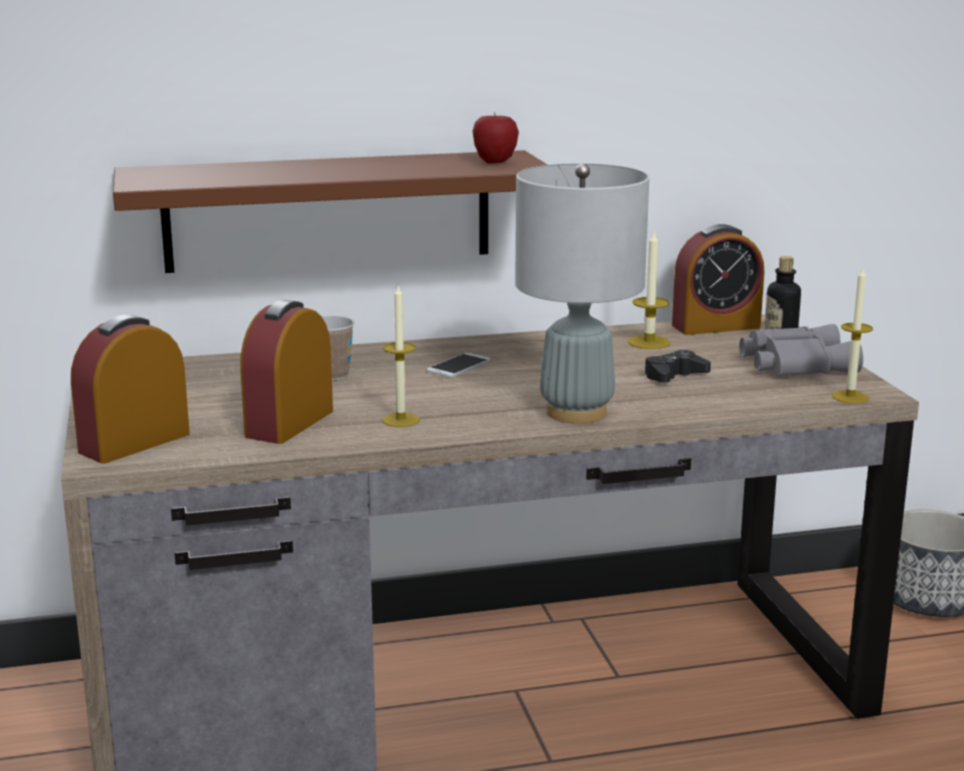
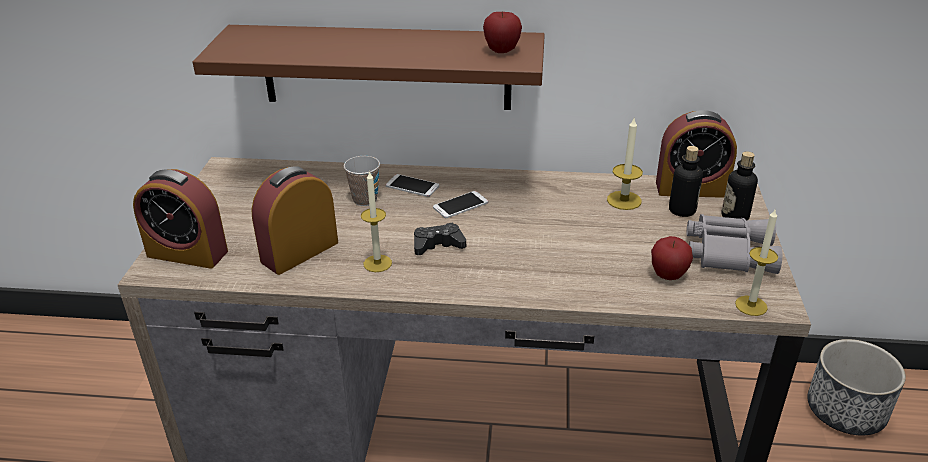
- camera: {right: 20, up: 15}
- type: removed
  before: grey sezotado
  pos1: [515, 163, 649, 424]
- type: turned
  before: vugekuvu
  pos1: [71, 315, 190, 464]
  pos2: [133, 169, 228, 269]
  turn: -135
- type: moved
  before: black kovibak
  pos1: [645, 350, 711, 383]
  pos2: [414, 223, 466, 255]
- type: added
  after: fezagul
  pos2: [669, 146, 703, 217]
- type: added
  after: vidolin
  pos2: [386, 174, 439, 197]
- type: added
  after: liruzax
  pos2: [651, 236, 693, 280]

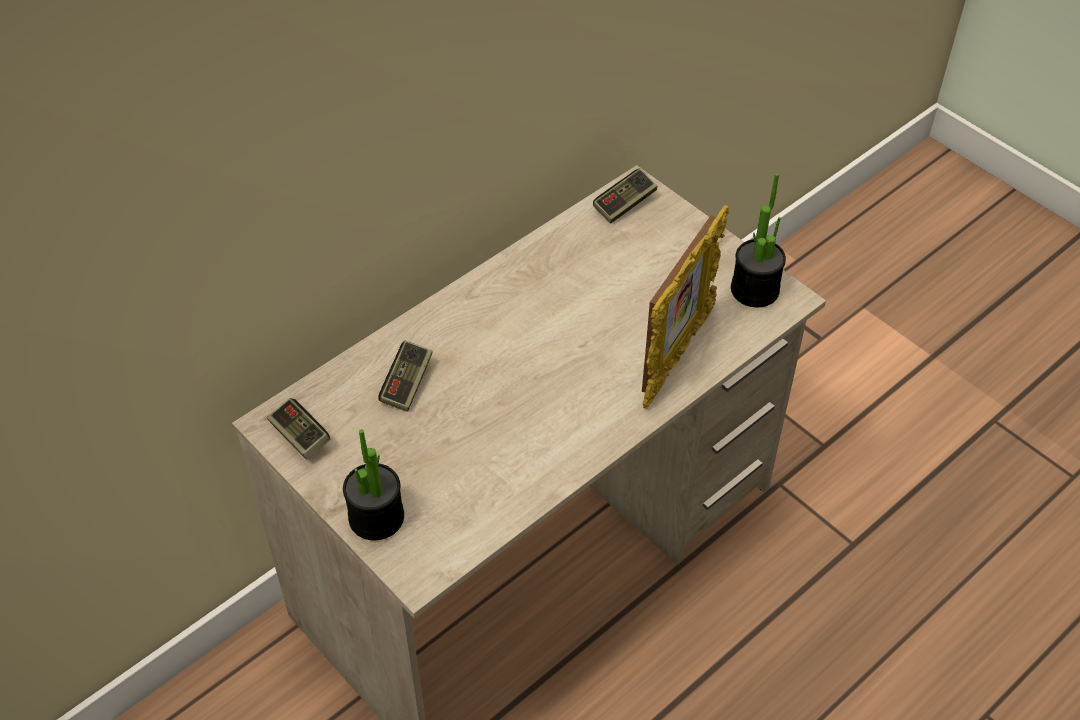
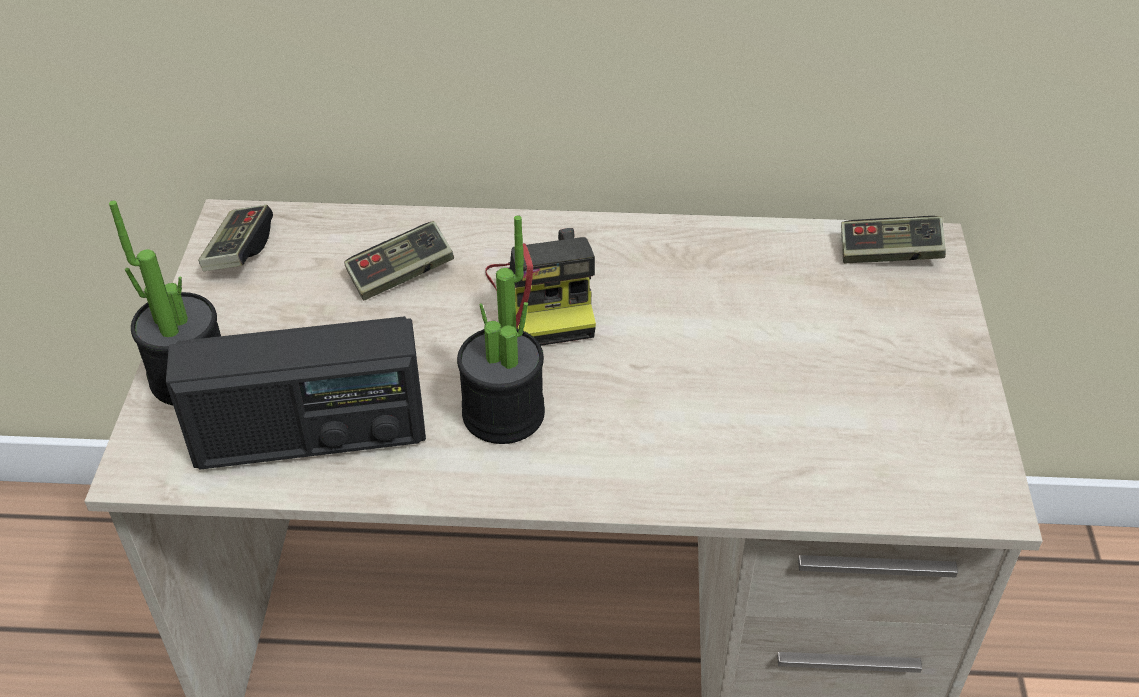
- camera: {right: 45, up: -5}
- type: moved
  before: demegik
  pos1: [731, 173, 786, 307]
  pos2: [457, 215, 545, 444]
- type: removed
  before: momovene
  pos1: [642, 205, 729, 409]
- type: added
  after: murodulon
  pos2: [485, 228, 596, 346]
- type: added
  after: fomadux
  pos2: [166, 316, 426, 470]

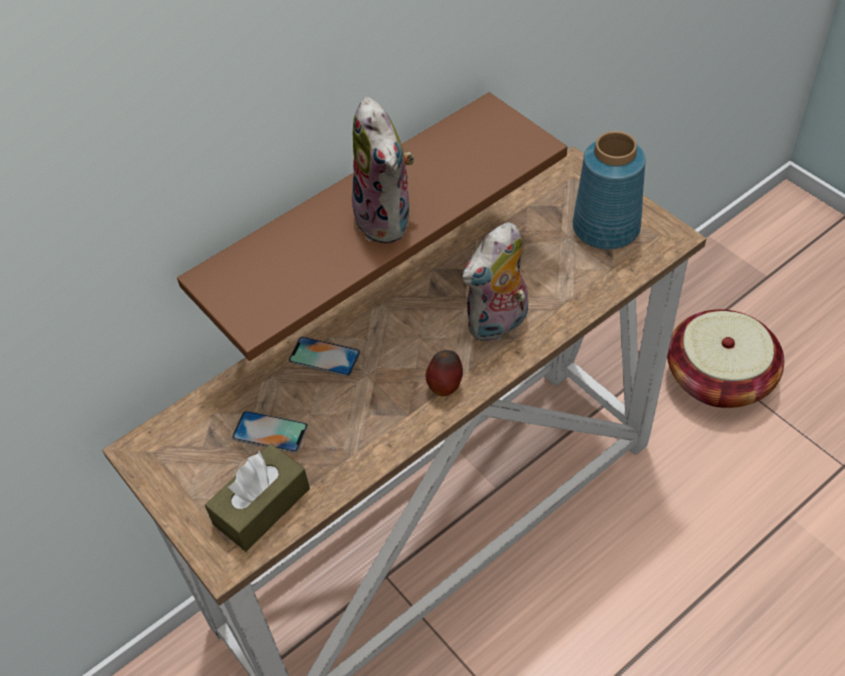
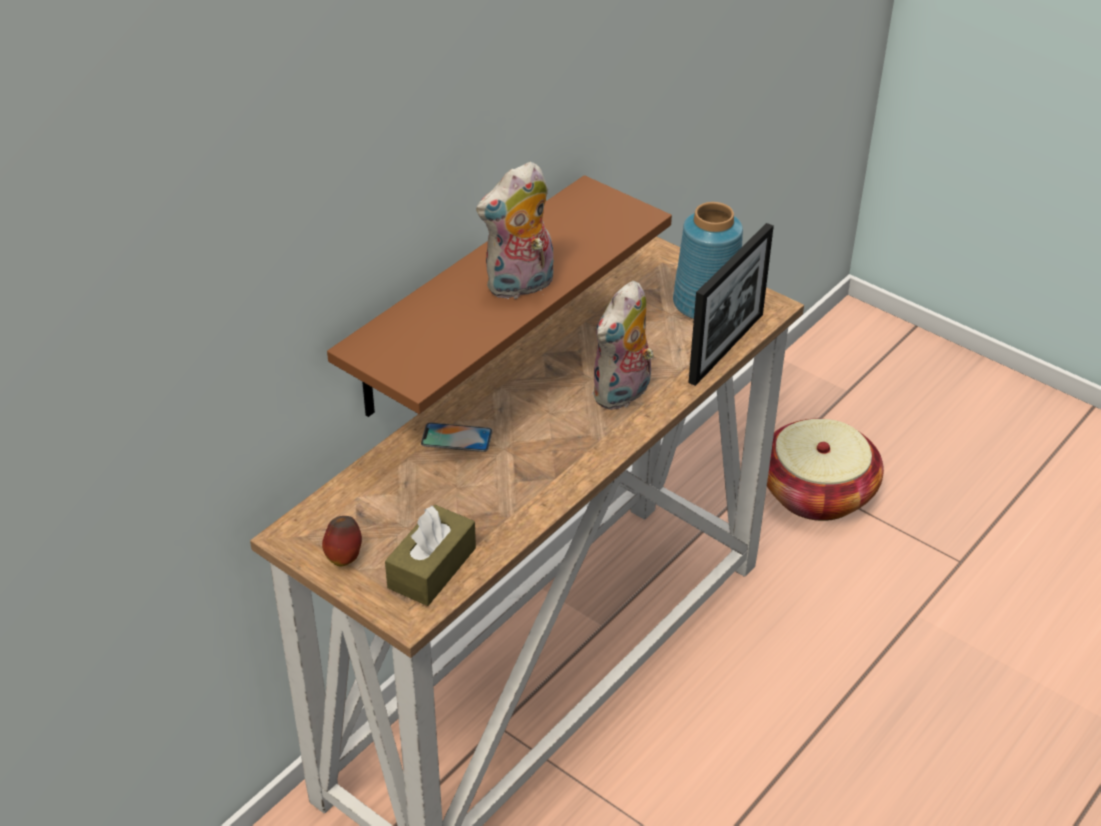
- camera: {right: -15, up: -10}
- type: turned
  before: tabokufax
  pos1: [352, 97, 414, 244]
  pos2: [476, 161, 553, 299]
  turn: 90
- type: moved
  before: liruzax
  pos1: [426, 350, 463, 396]
  pos2: [322, 516, 362, 566]
- type: removed
  before: vidolin
  pos1: [232, 411, 308, 453]
- type: added
  after: momovene
  pos2: [688, 223, 774, 386]

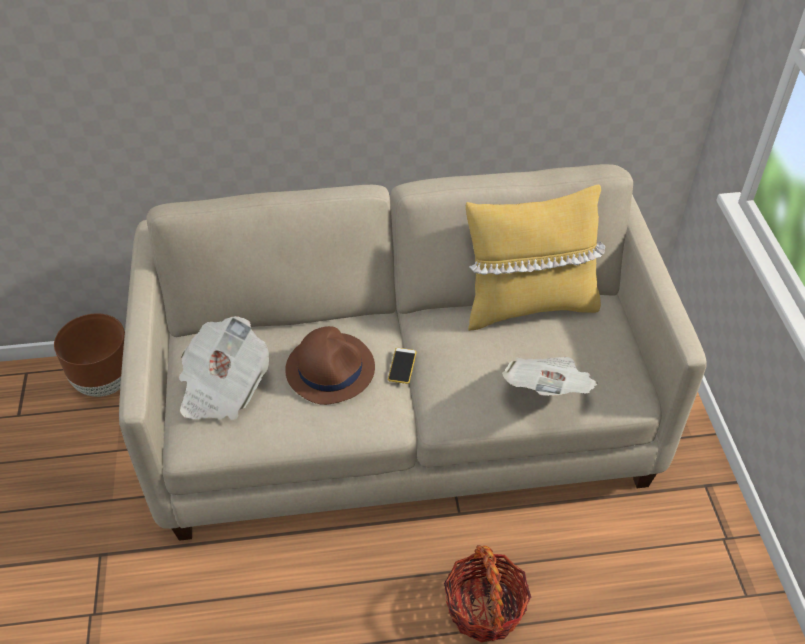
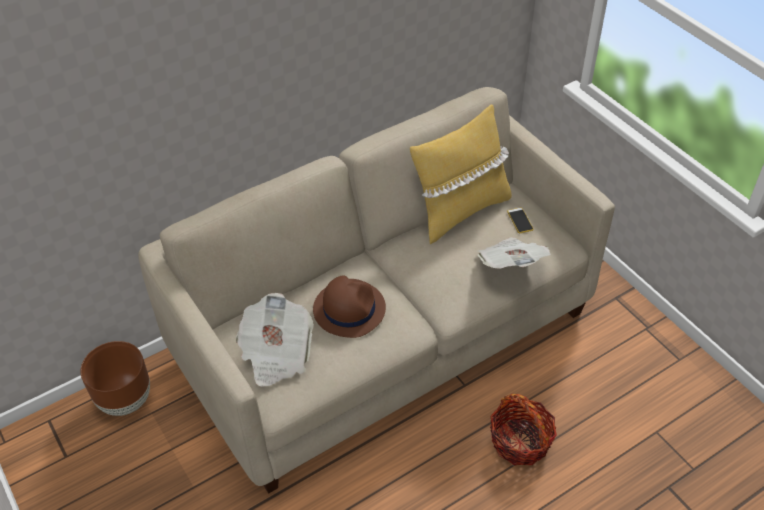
- camera: {right: -25, up: 0}
- type: moved
  before: vidolin
  pos1: [388, 348, 417, 384]
  pos2: [507, 208, 534, 233]

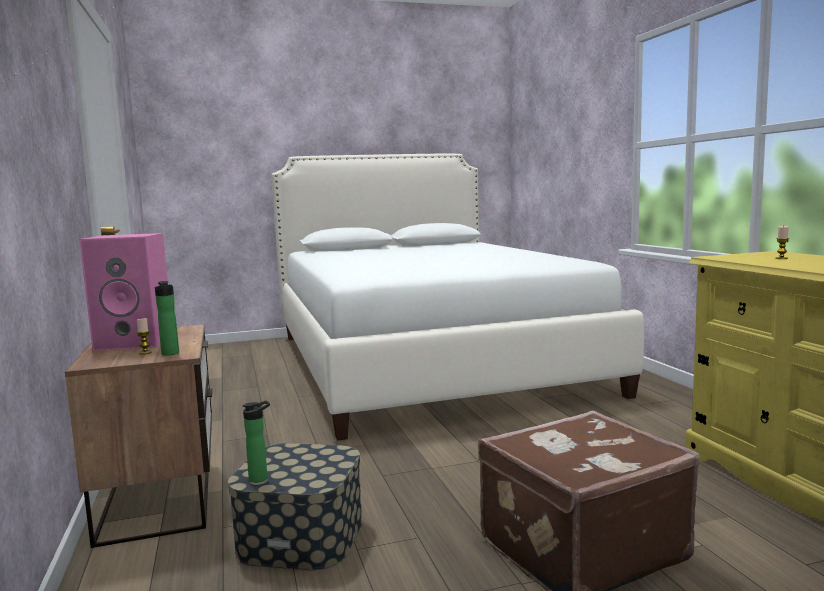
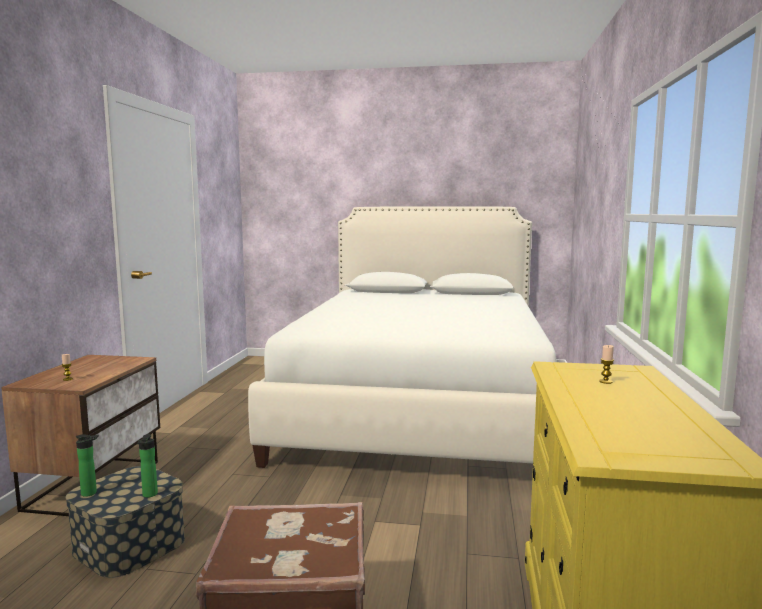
- camera: {right: 25, up: 0}
- type: removed
  before: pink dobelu
  pos1: [79, 233, 168, 351]
- type: moved
  before: fezagul
  pos1: [155, 281, 179, 356]
  pos2: [137, 434, 158, 498]

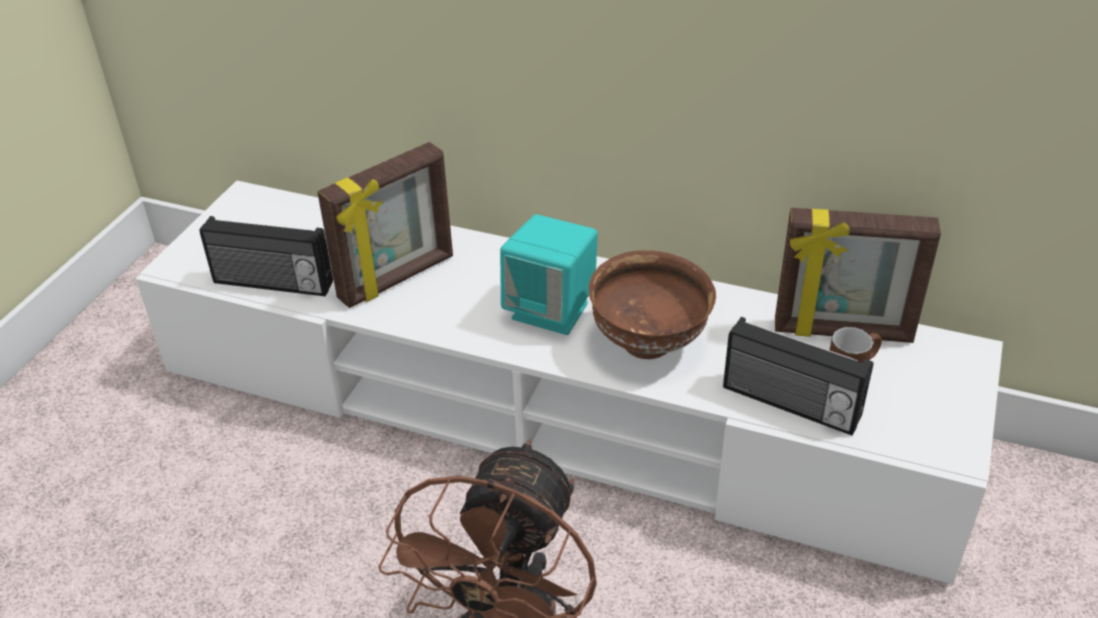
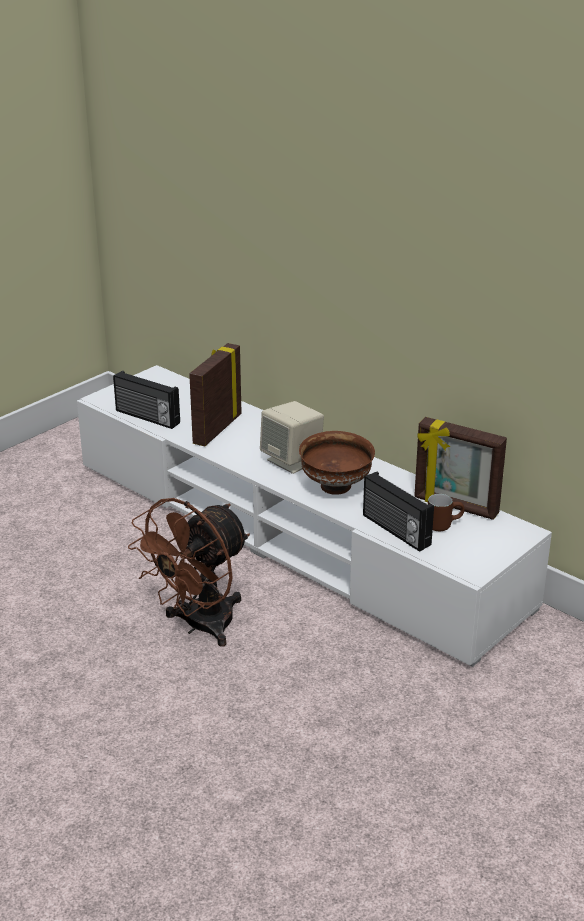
- camera: {right: 20, up: -10}
- type: turned
  before: momovene
  pos1: [317, 142, 453, 308]
  pos2: [189, 343, 242, 447]
  turn: 135
- type: recoloured
  before: turquoise dobelu
  after: beige dobelu
  pos1: [500, 214, 598, 335]
  pos2: [260, 401, 324, 474]

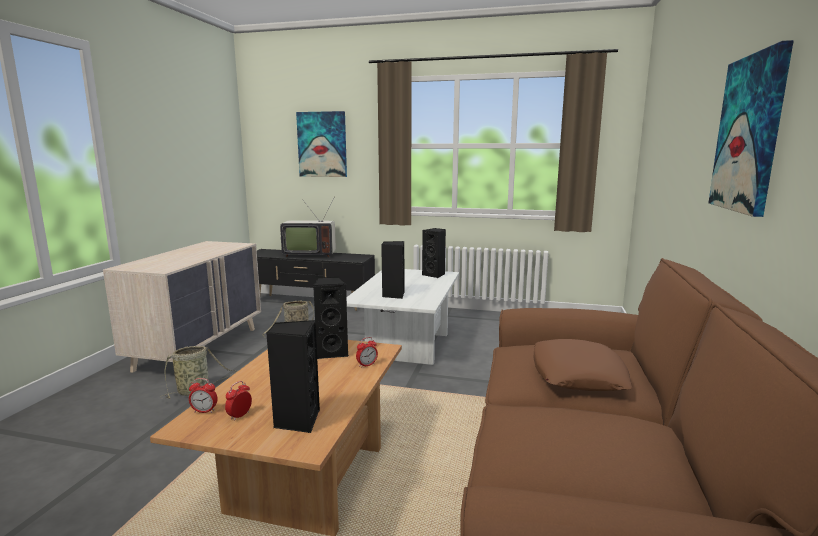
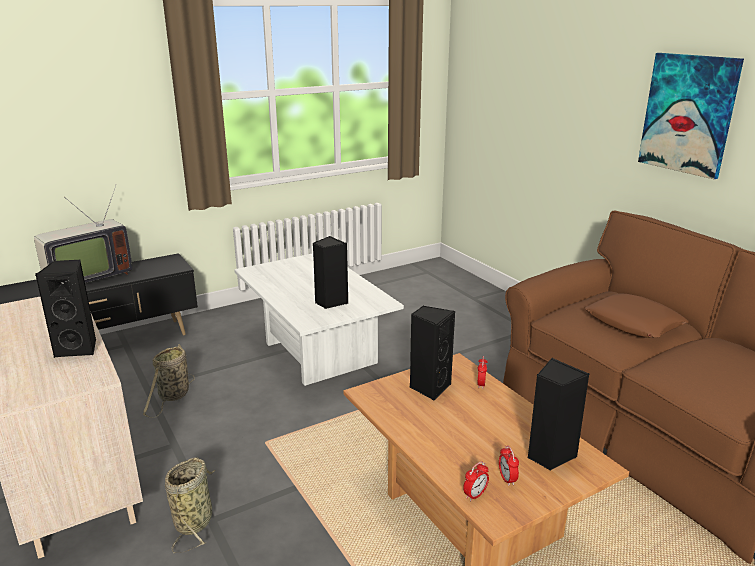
- camera: {right: -45, up: 10}
- type: removed
  before: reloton
  pos1: [296, 111, 347, 177]
- type: moved
  before: black dobelu
  pos1: [422, 228, 446, 278]
  pos2: [35, 260, 96, 358]

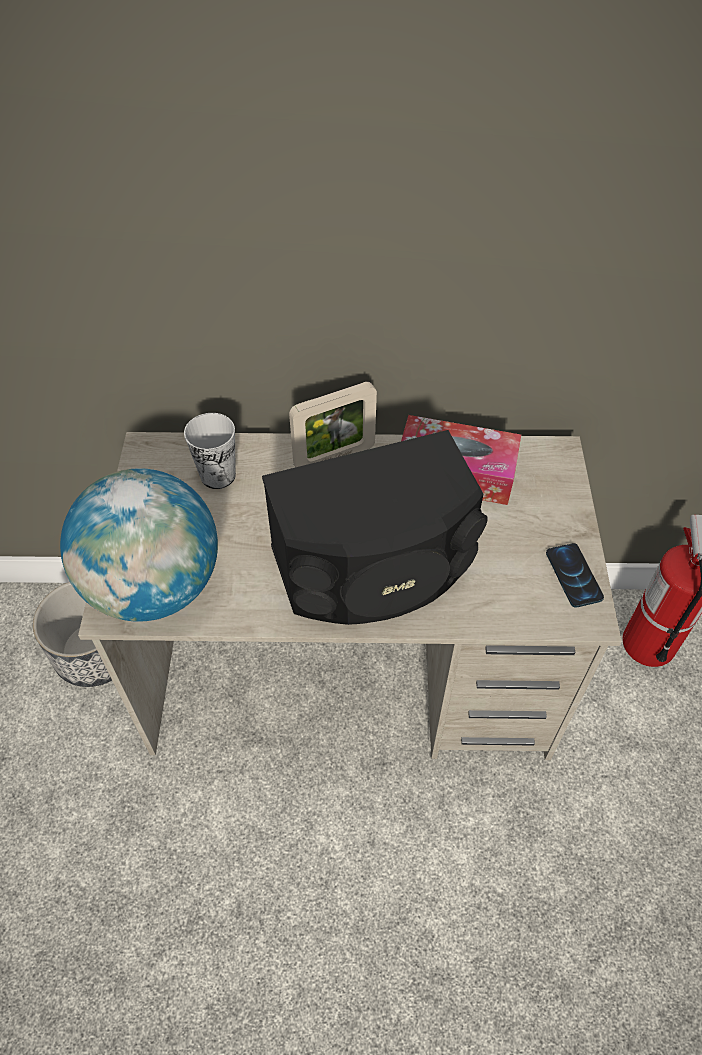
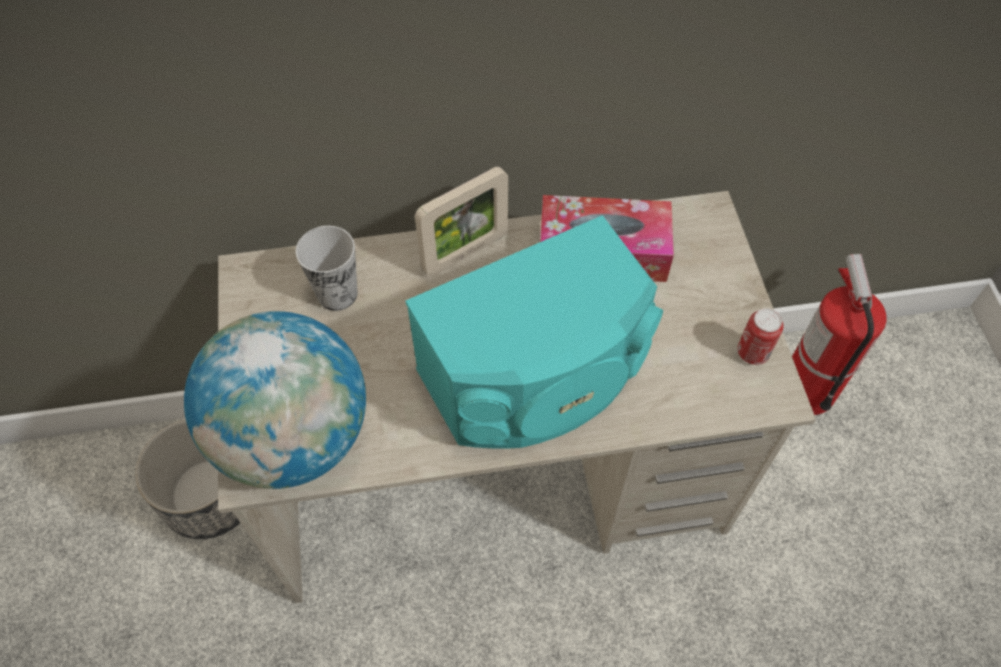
- camera: {right: -10, up: 5}
- type: recoloured
  before: black dobelu
  after: turquoise dobelu
  pos1: [262, 430, 488, 625]
  pos2: [406, 215, 663, 449]
- type: replaced
  before: vidolin
  after: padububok
  pos1: [546, 543, 604, 607]
  pos2: [737, 308, 783, 365]

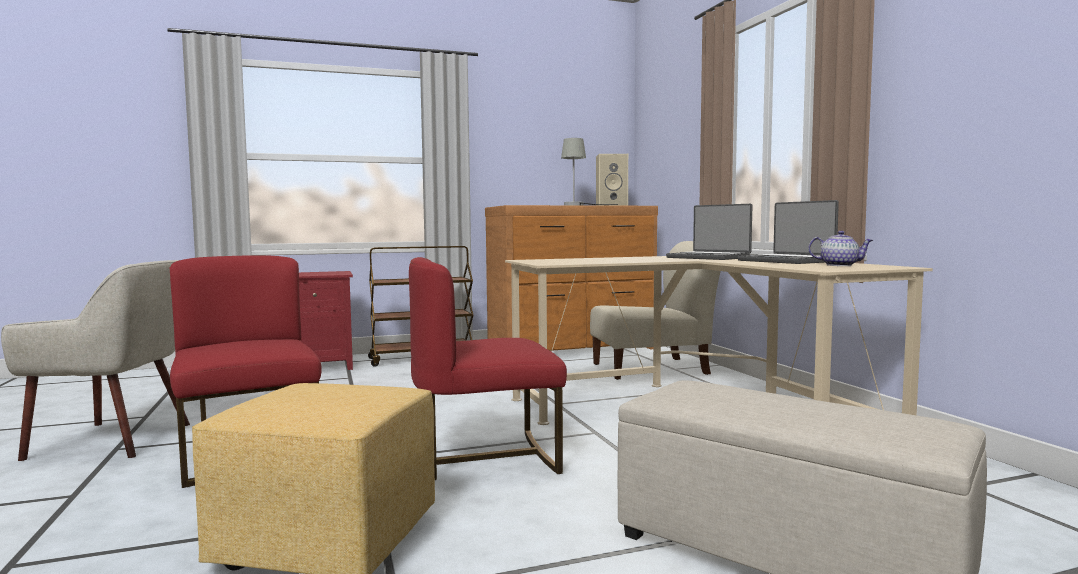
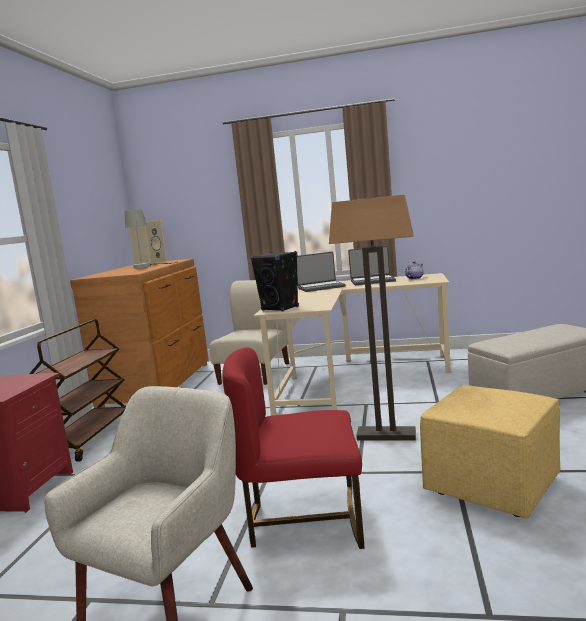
- camera: {right: -60, up: 5}
- type: replaced
  before: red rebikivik
  after: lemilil
  pos1: [409, 257, 567, 480]
  pos2: [329, 195, 416, 441]
- type: added
  after: black dobelu
  pos2: [250, 251, 299, 311]

